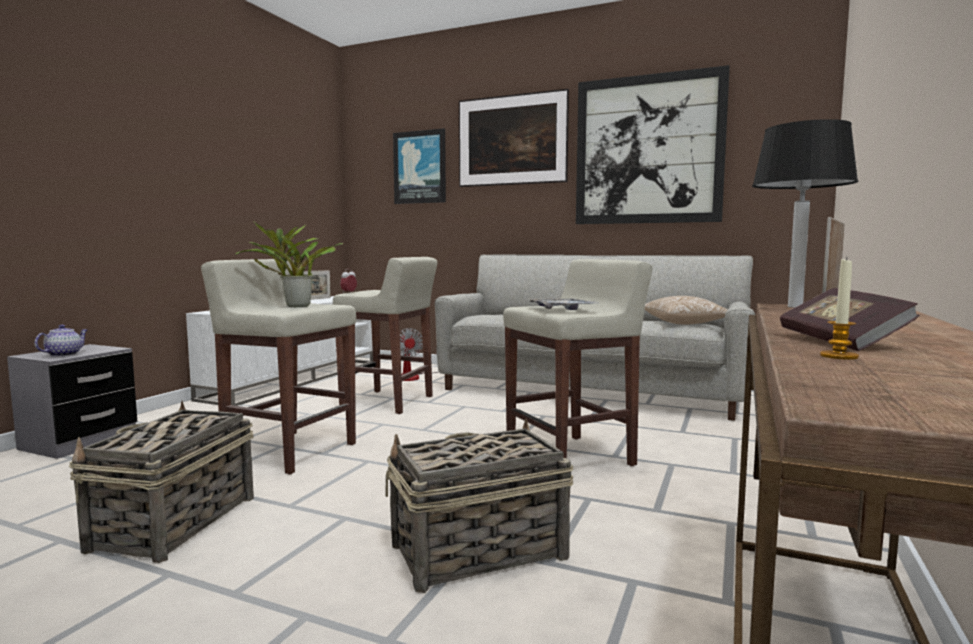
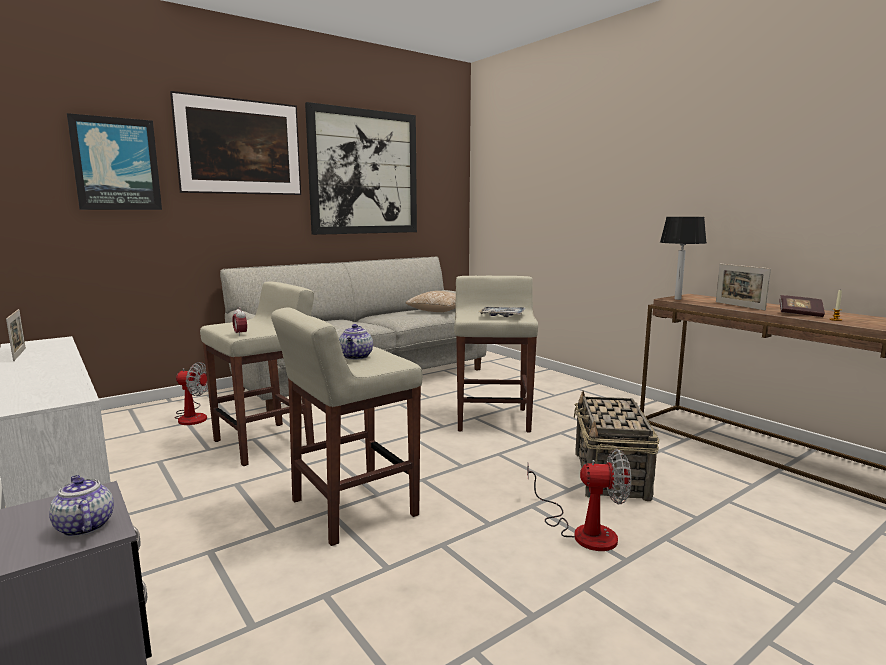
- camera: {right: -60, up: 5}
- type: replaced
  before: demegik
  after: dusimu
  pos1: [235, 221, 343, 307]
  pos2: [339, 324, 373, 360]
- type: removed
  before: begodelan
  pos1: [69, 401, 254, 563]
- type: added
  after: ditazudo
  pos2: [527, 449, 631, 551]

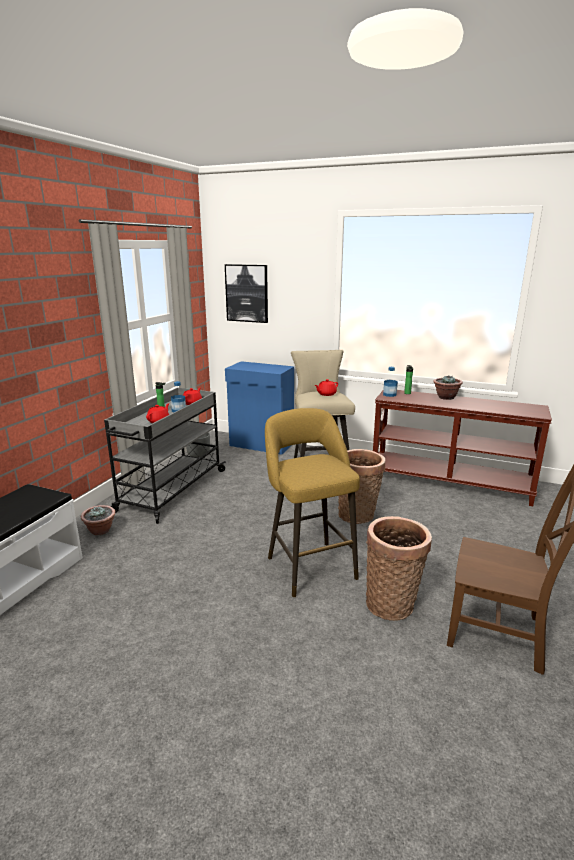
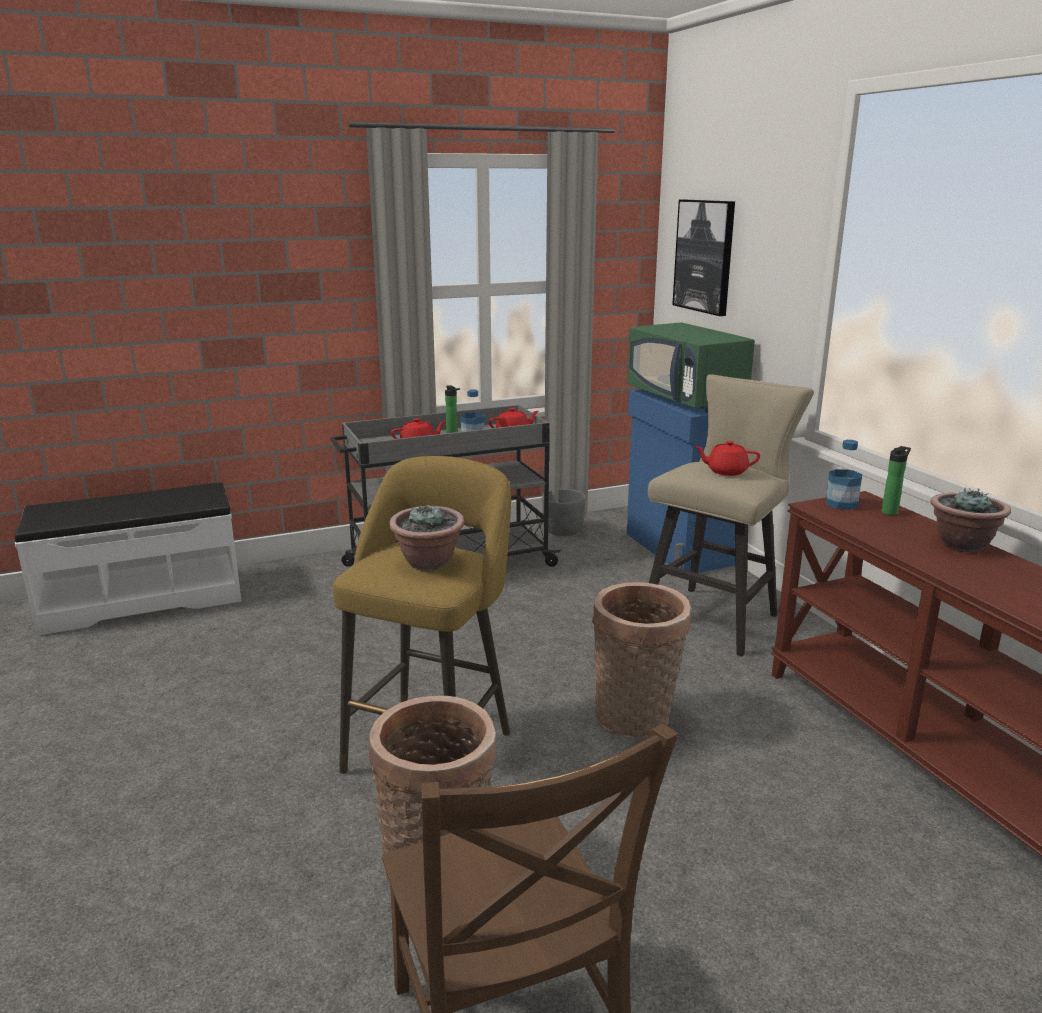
- camera: {right: 45, up: 0}
- type: moved
  before: demegik
  pos1: [81, 505, 115, 535]
  pos2: [389, 504, 465, 570]
- type: added
  after: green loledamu
  pos2: [627, 322, 755, 413]

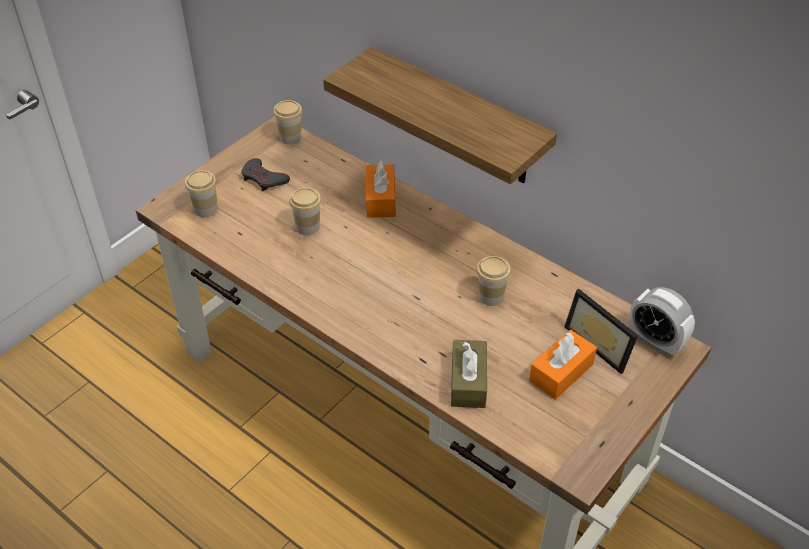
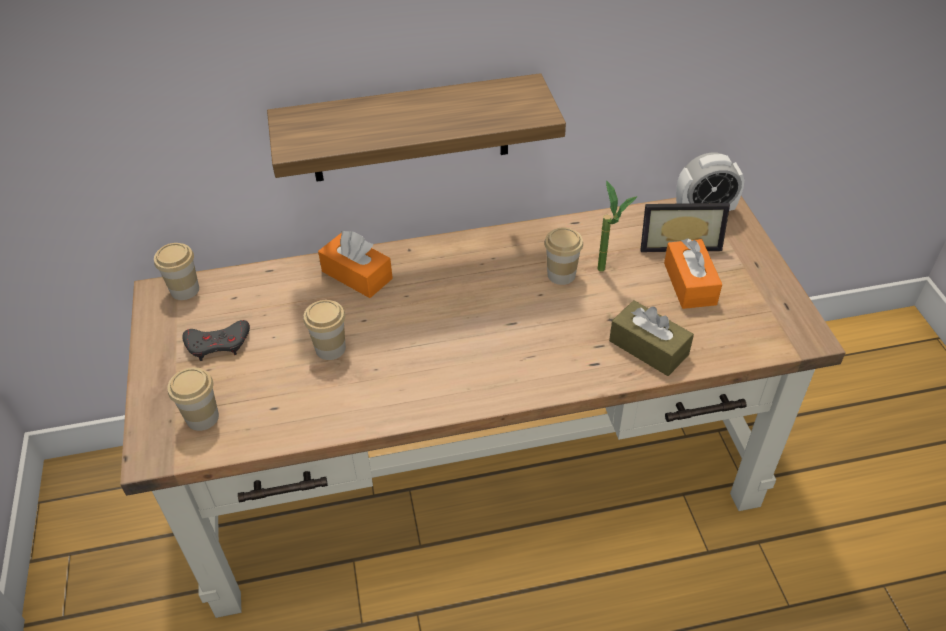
- camera: {right: -50, up: 0}
- type: added
  after: demegik
  pos2: [597, 180, 638, 271]

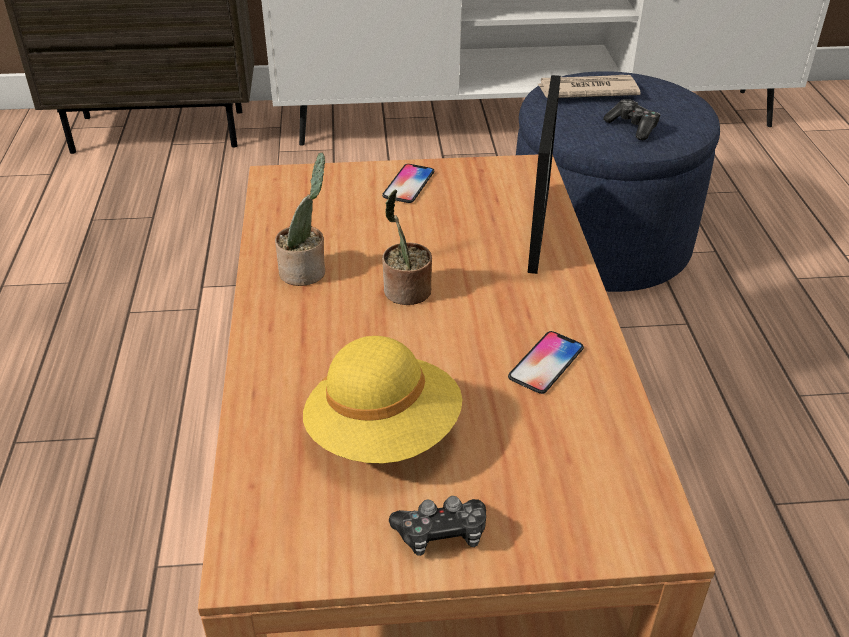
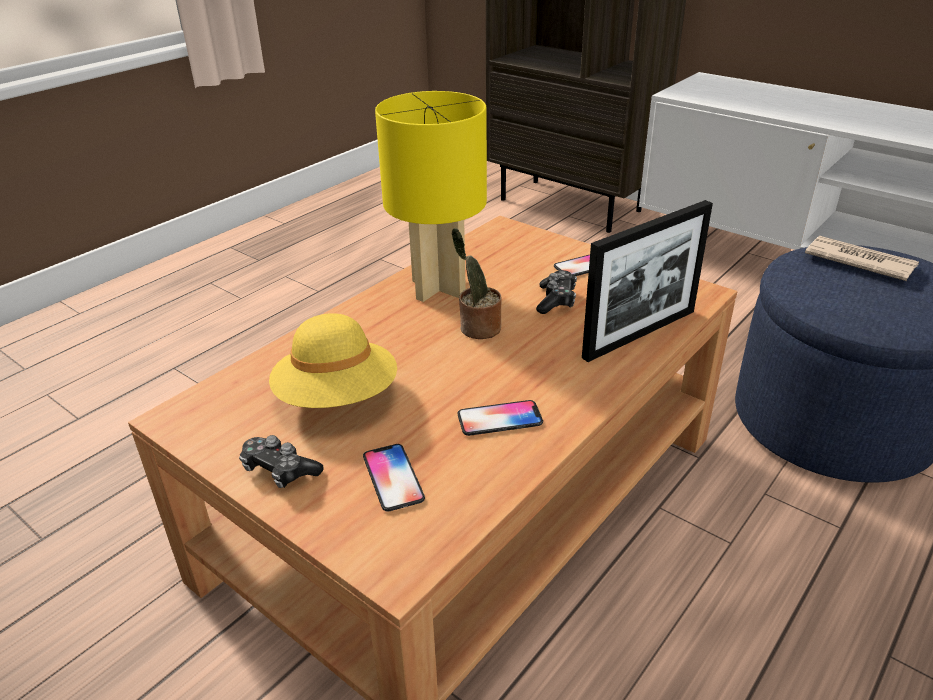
- camera: {right: 45, up: -5}
- type: moved
  before: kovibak
  pos1: [603, 99, 661, 140]
  pos2: [536, 270, 577, 314]
- type: replaced
  before: demegik
  after: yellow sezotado
  pos1: [275, 153, 325, 286]
  pos2: [375, 91, 487, 302]
- type: added
  after: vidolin
  pos2: [363, 444, 425, 511]

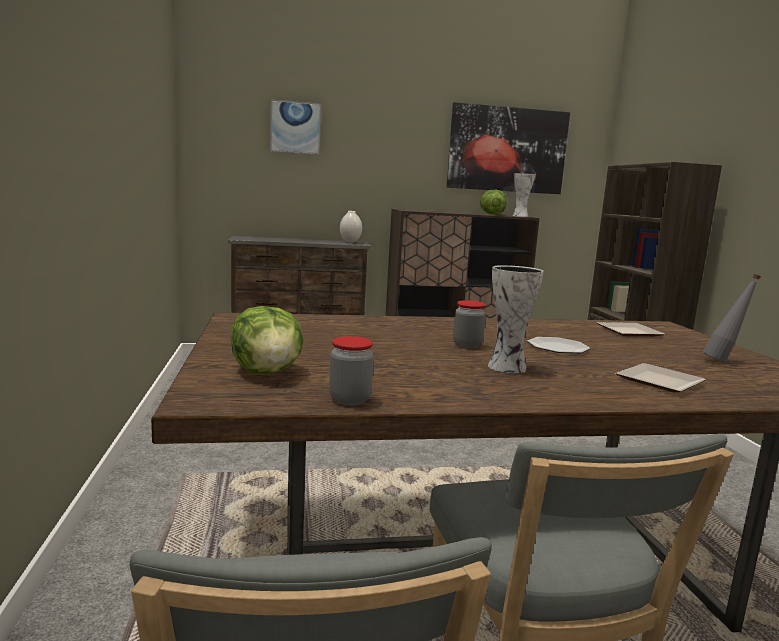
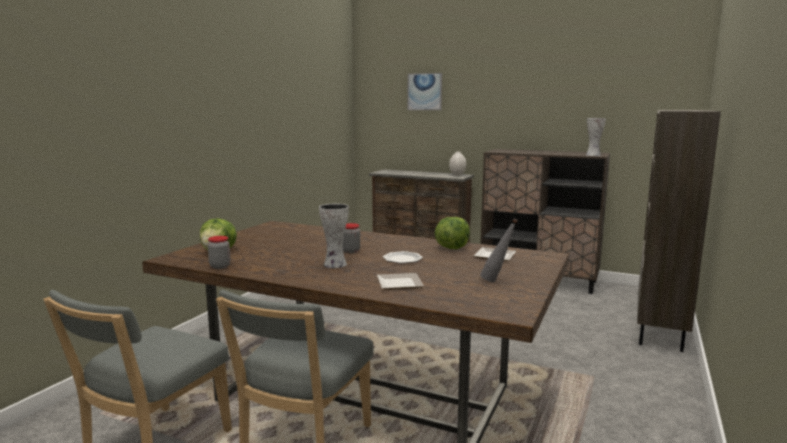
- camera: {right: 35, up: 0}
- type: removed
  before: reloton
  pos1: [447, 102, 570, 194]
- type: moved
  before: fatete
  pos1: [480, 190, 507, 215]
  pos2: [435, 217, 470, 249]

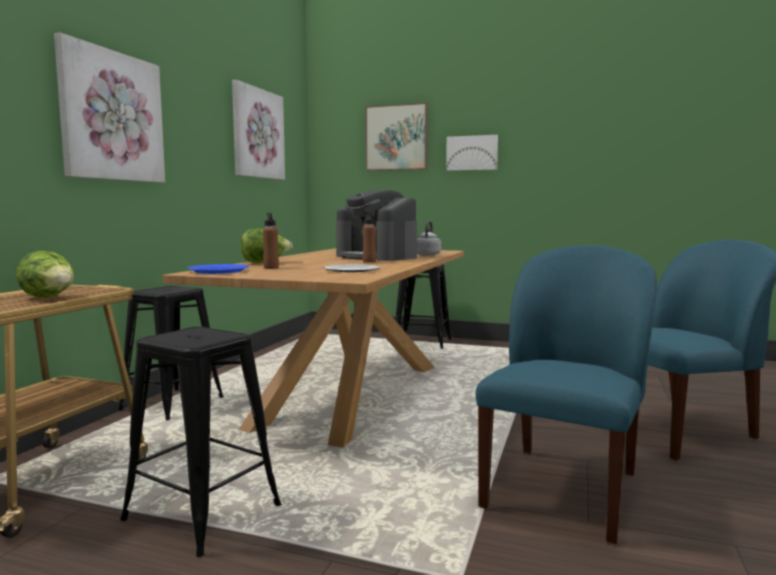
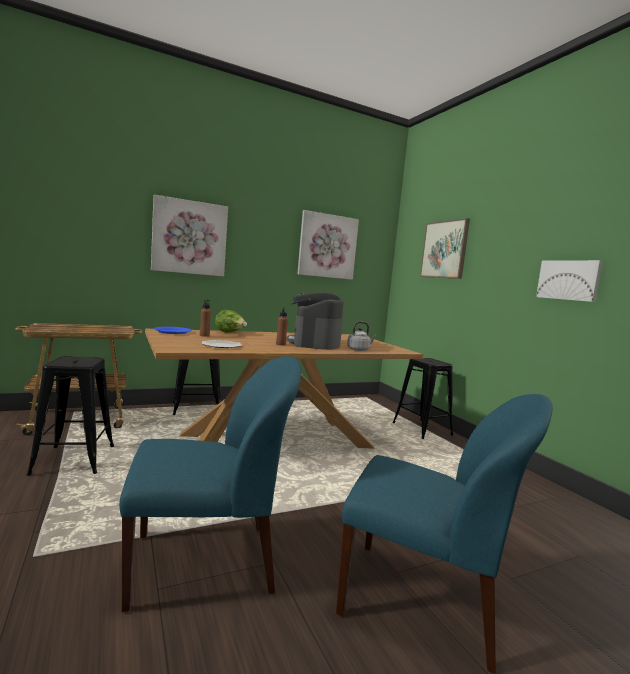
- camera: {right: 45, up: 0}
- type: moved
  before: reloton
  pos1: [446, 135, 498, 171]
  pos2: [536, 260, 603, 302]
- type: removed
  before: fatete
  pos1: [16, 251, 75, 298]

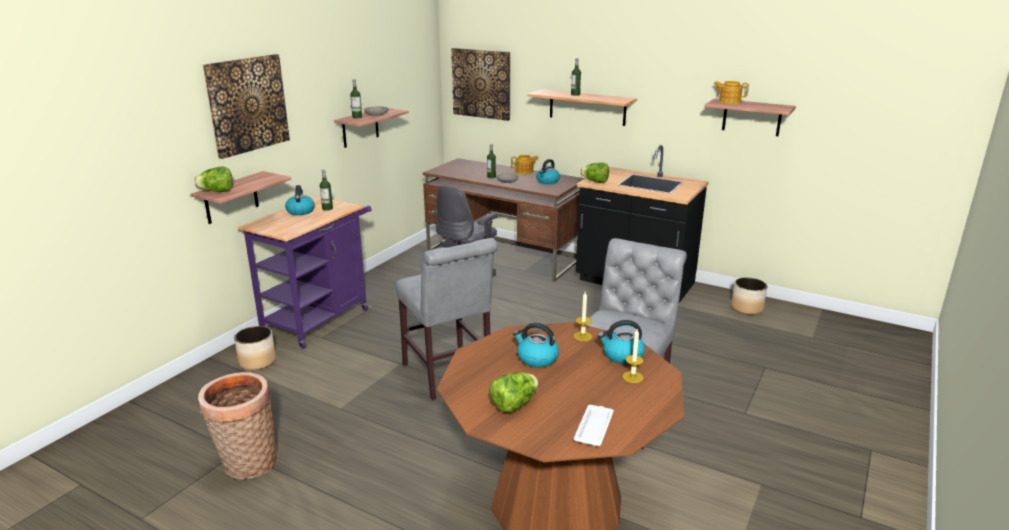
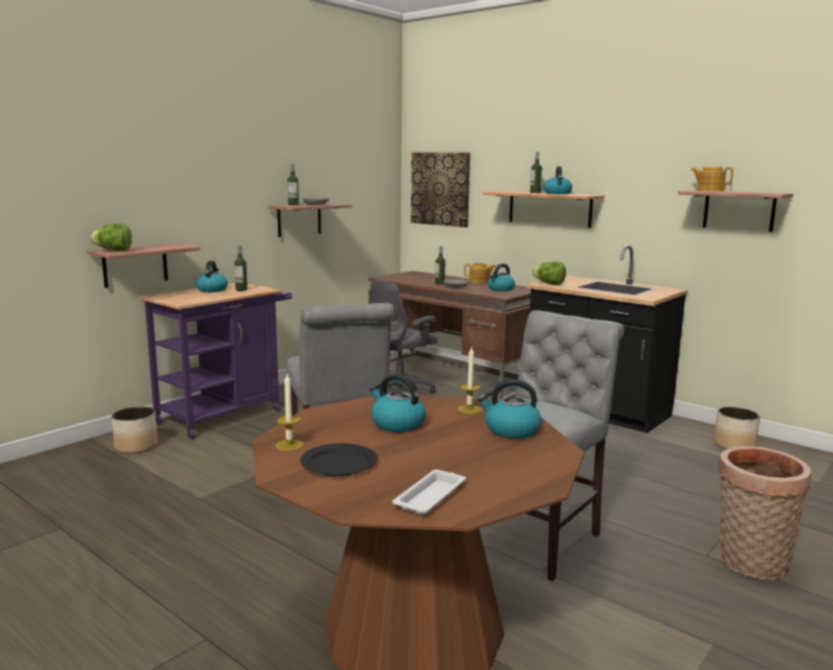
- camera: {right: 10, up: -10}
- type: removed
  before: reloton
  pos1: [203, 54, 290, 159]
- type: moved
  before: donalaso
  pos1: [623, 329, 643, 383]
  pos2: [275, 373, 304, 451]
- type: moved
  before: begodelan
  pos1: [198, 372, 277, 479]
  pos2: [718, 446, 811, 580]
- type: replaced
  before: fatete
  after: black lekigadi
  pos1: [489, 372, 539, 413]
  pos2: [300, 443, 378, 476]
- type: added
  after: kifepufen
  pos2: [544, 166, 572, 194]

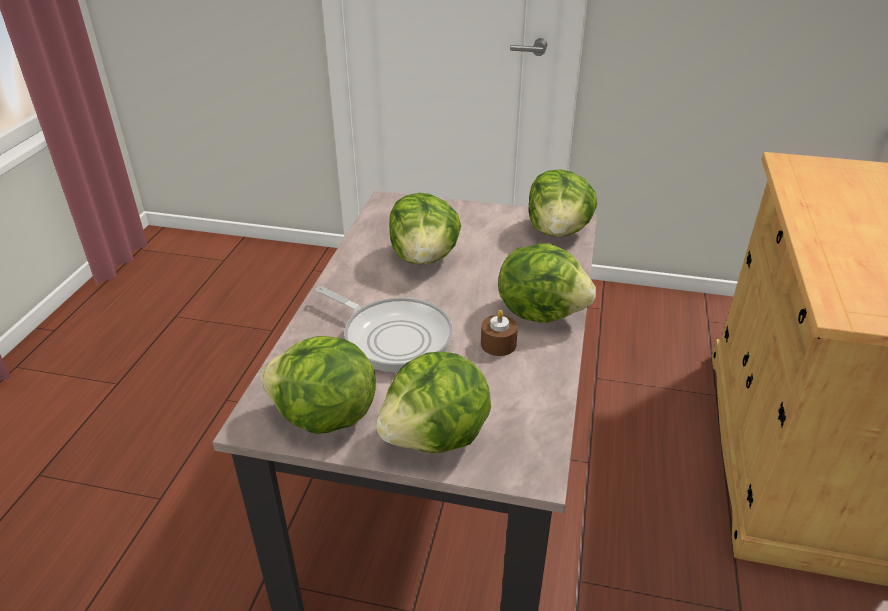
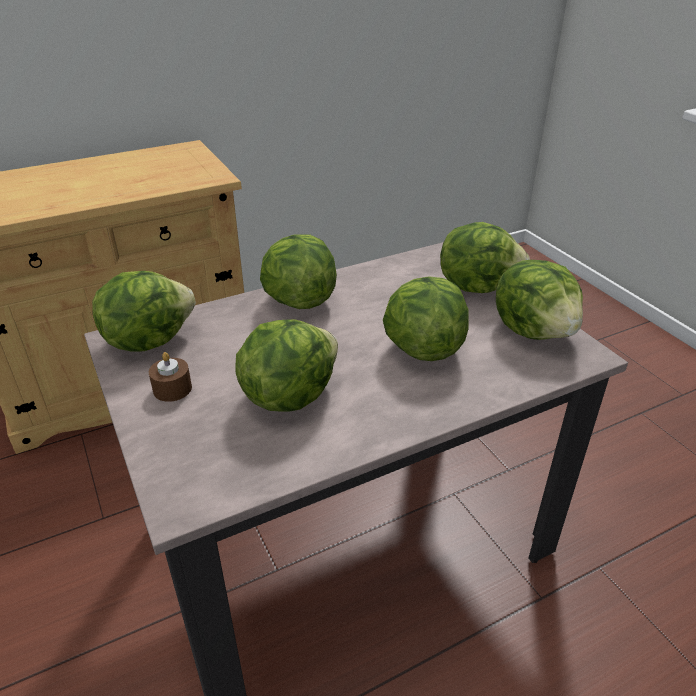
- camera: {right: -130, up: 0}
- type: replaced
  before: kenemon
  after: fatete
  pos1: [315, 286, 453, 372]
  pos2: [383, 276, 469, 361]
- type: moved
  before: brown donalaso
  pos1: [481, 310, 518, 356]
  pos2: [149, 352, 192, 402]

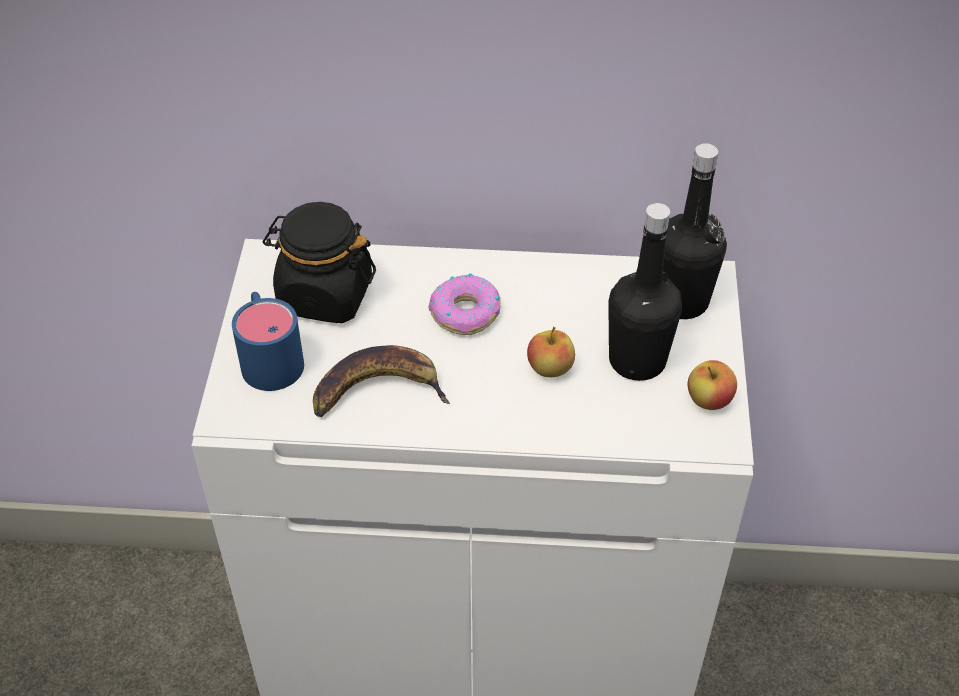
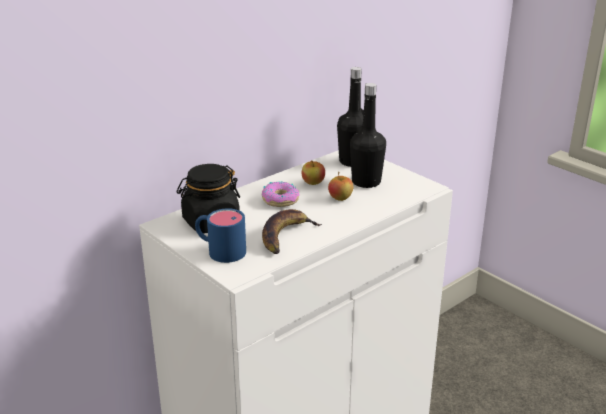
- camera: {right: -45, up: -20}
- type: moved
  before: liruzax
  pos1: [688, 360, 737, 410]
  pos2: [302, 160, 325, 185]

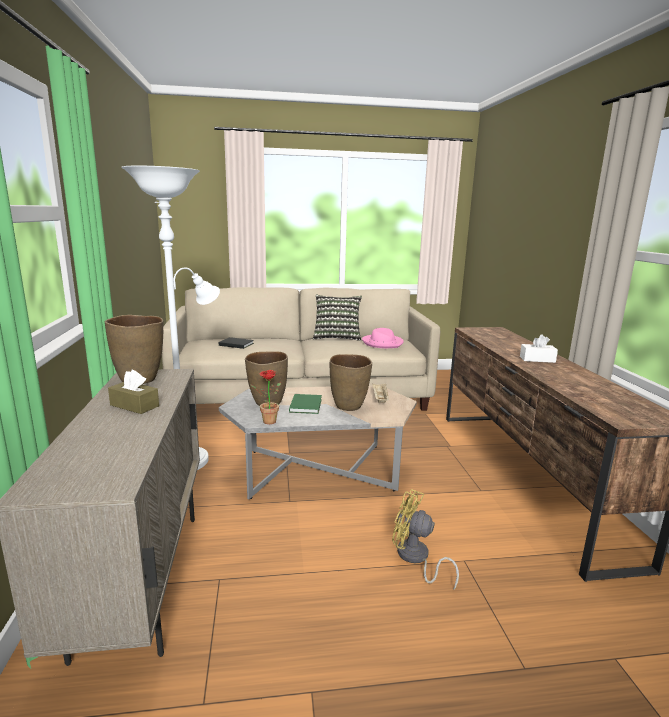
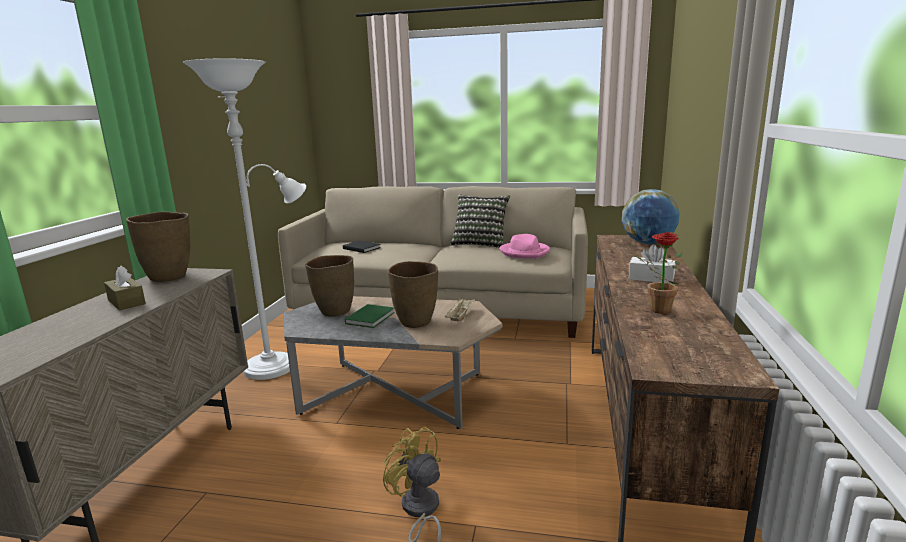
- camera: {right: 20, up: 0}
- type: moved
  before: demegik
  pos1: [250, 370, 281, 424]
  pos2: [633, 232, 682, 314]
- type: added
  after: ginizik
  pos2: [622, 189, 679, 244]

